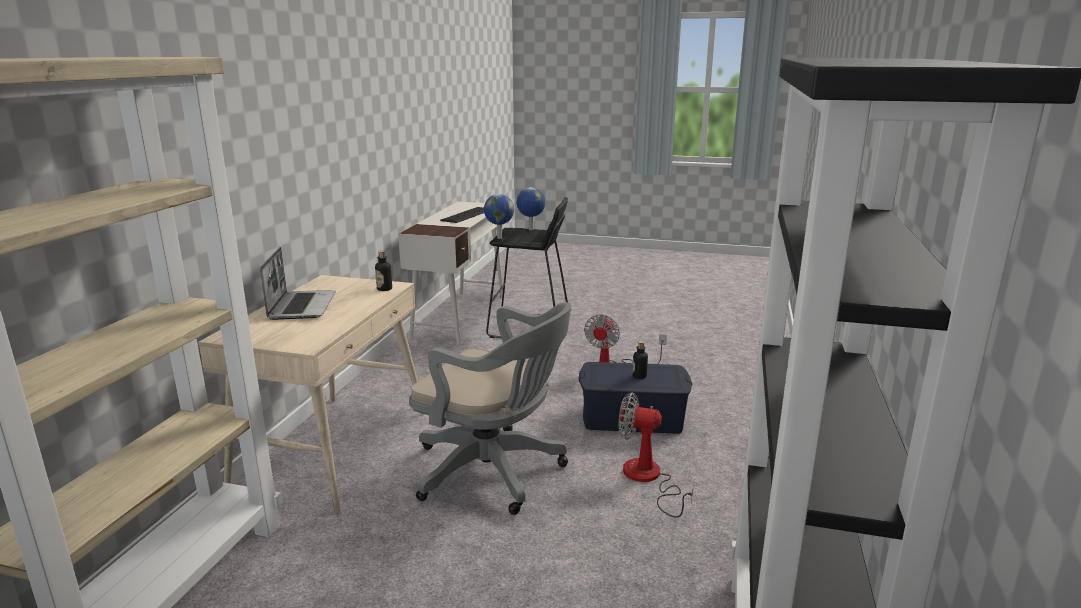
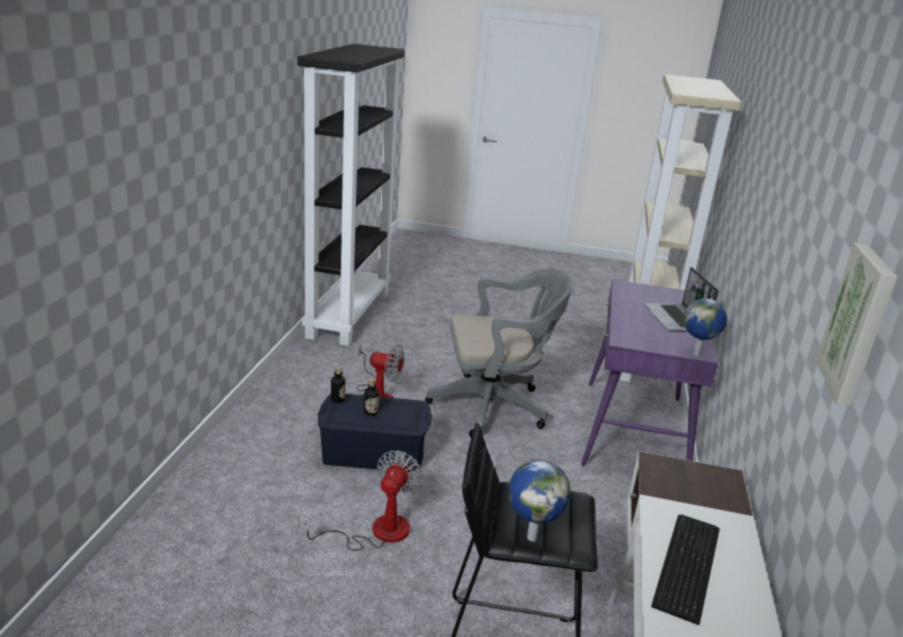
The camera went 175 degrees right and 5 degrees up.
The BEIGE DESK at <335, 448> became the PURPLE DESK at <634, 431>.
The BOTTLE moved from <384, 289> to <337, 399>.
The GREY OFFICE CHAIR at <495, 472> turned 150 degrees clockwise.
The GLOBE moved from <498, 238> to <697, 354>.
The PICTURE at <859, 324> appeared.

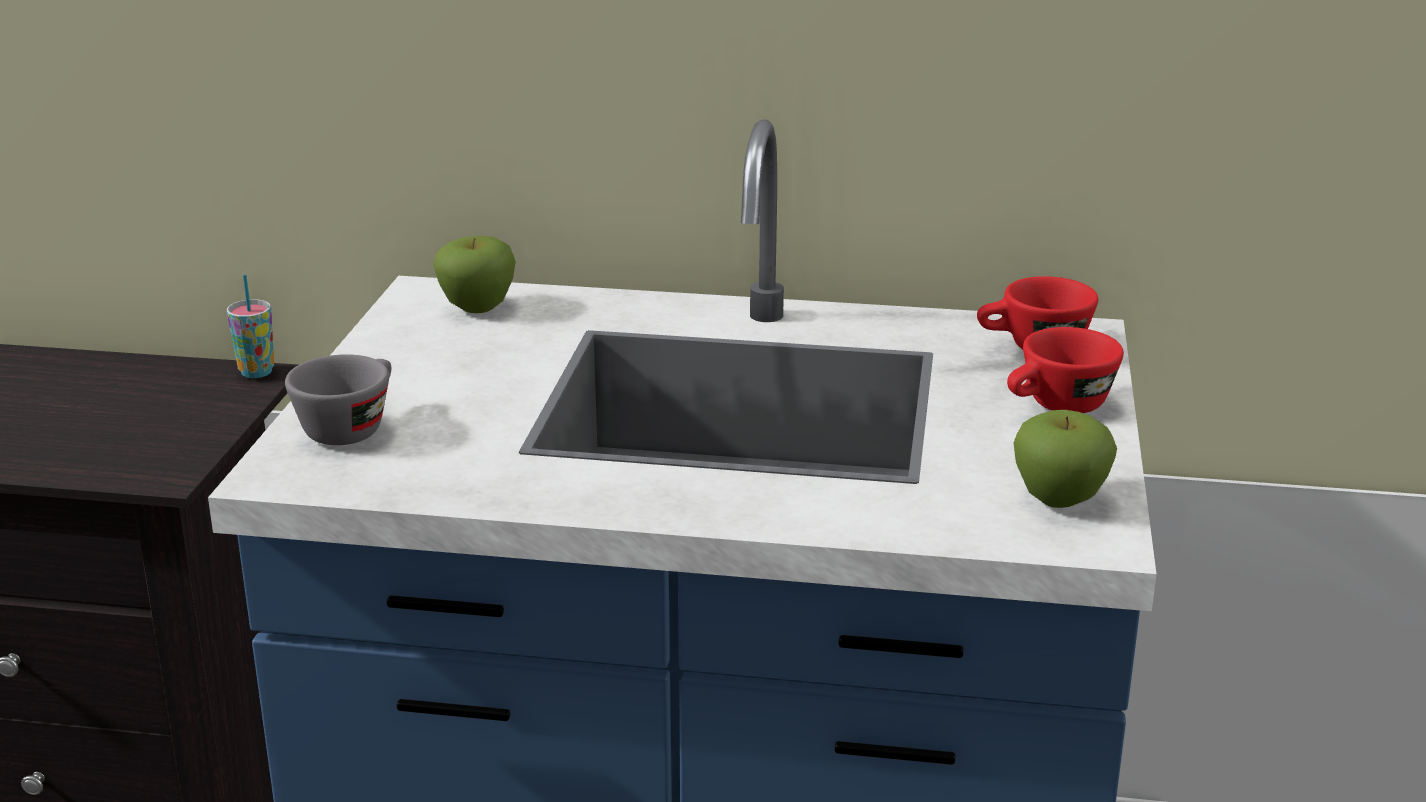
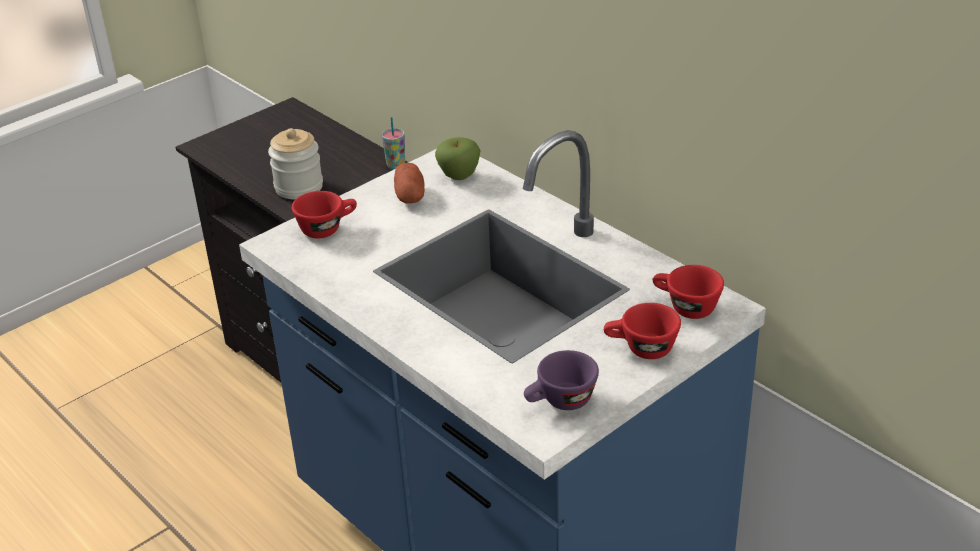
The camera went 40 degrees right and 10 degrees up.
The GREY CUP at <350, 427> became the RED CUP at <327, 228>.
The APPLE at <1060, 499> was replaced by the PURPLE CUP at <560, 402>.
The JAR at <299, 187> appeared.
The POTATO at <410, 195> appeared.

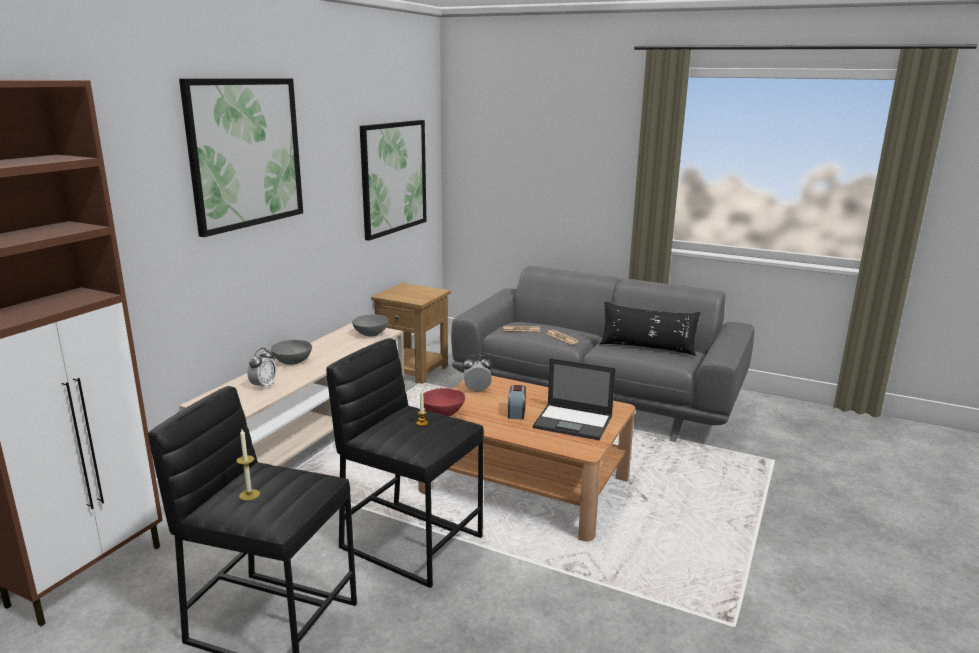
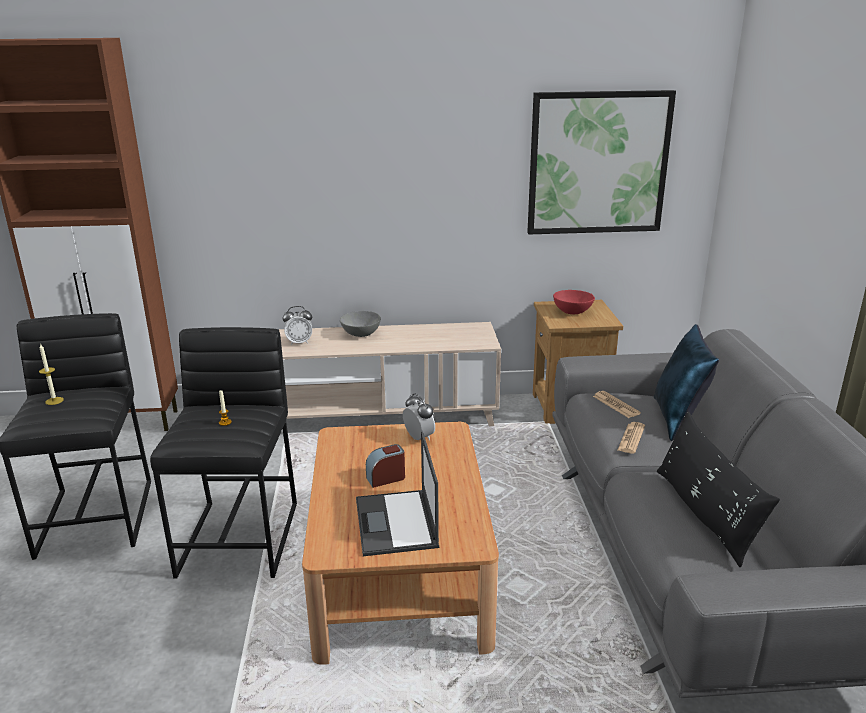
The camera went 60 degrees right and 5 degrees up.
The PICTURE at <245, 153> disappeared.
The GREY BOWL at <370, 334> disappeared.
The RED BOWL moved from <443, 413> to <572, 311>.
The BLUE PILLOW at <678, 419> appeared.

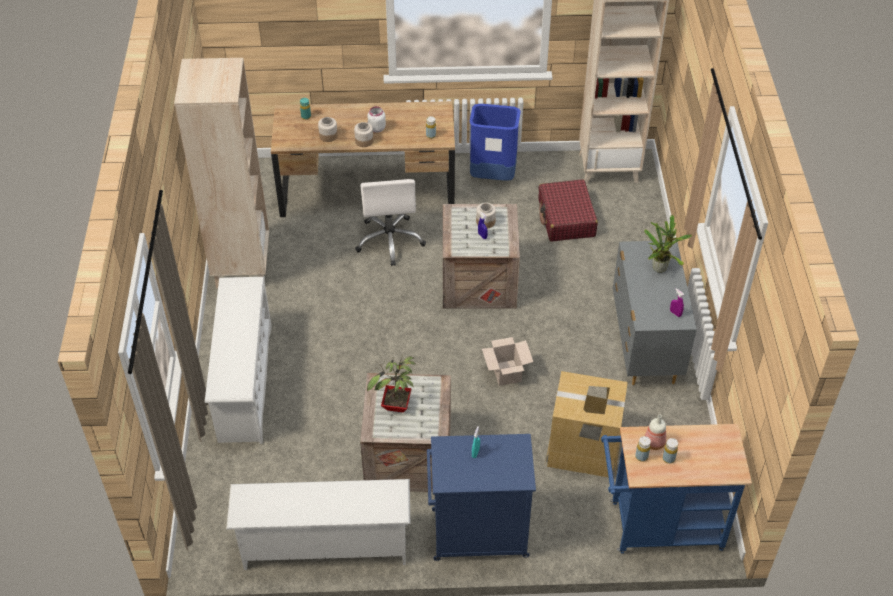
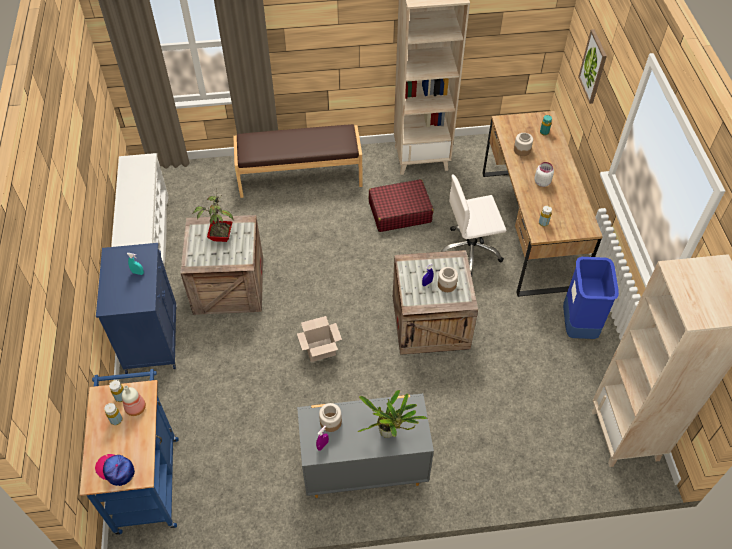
The camera went 85 degrees right and 5 degrees up.
The WHITE SHOE RACK at <244, 382> was replaced by the BROWN BENCH at <300, 176>.
The JAR moved from <364, 141> to <330, 422>.
The RED SUITCASE moved from <566, 218> to <399, 212>.
The CARDBOARD BOX at <583, 448> disappeared.
The CAP at <116, 470> appeared.
The PICTURE at <593, 66> appeared.

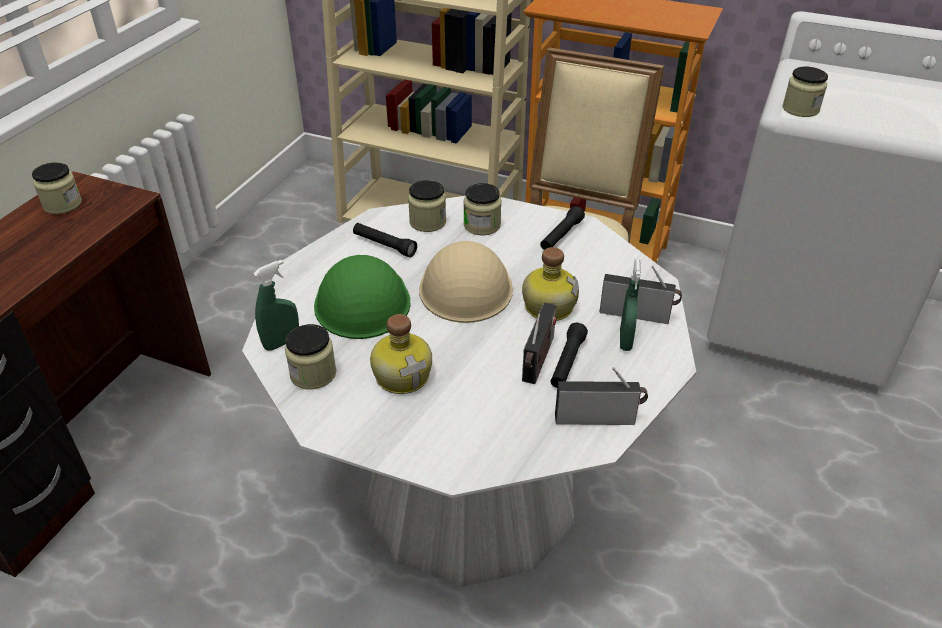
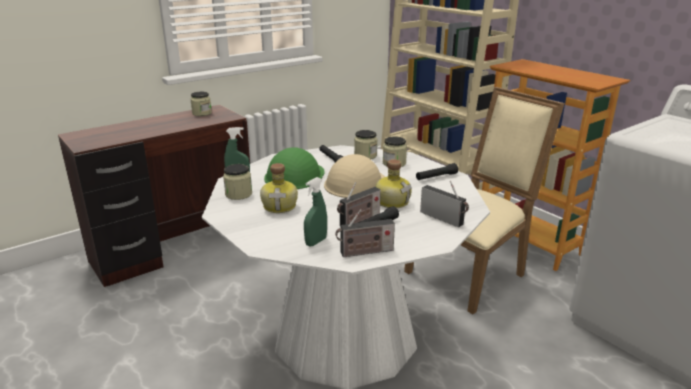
The camera went 30 degrees right and 15 degrees down.
The RADIO at <598, 418> turned 135 degrees clockwise.
The GREEN SPRAY BOTTLE moved from <625, 340> to <316, 242>.
The JAR at <800, 109> disappeared.

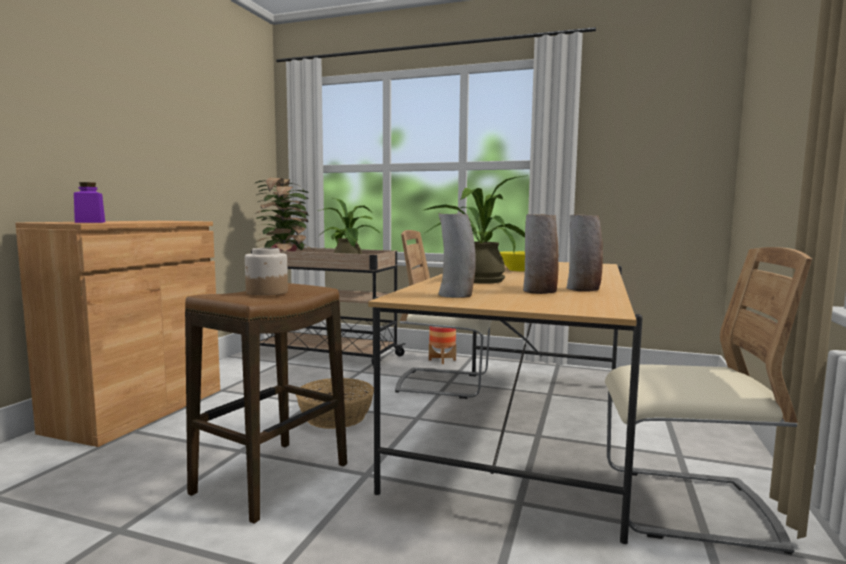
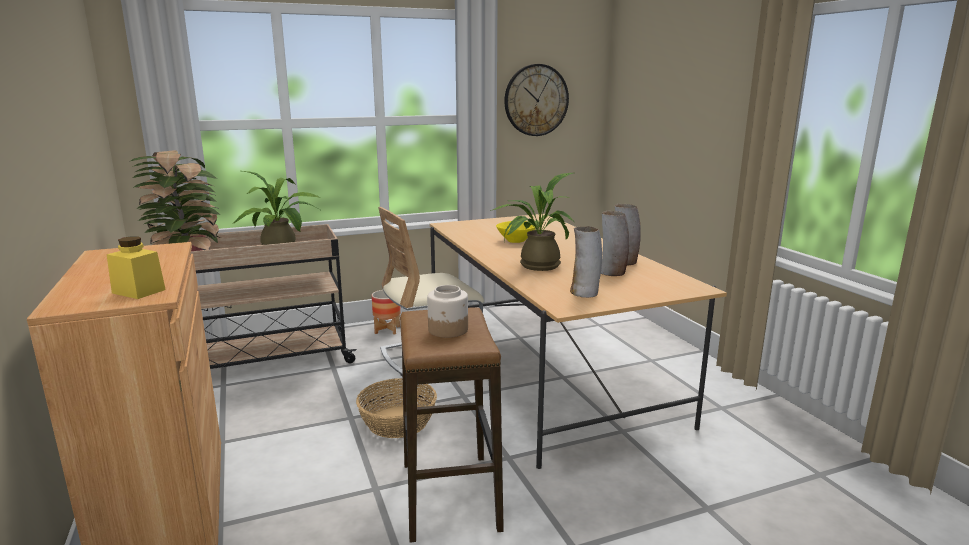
The camera went 40 degrees left and 10 degrees up.
The PURPLE JAR at <90, 222> became the YELLOW JAR at <138, 291>.
The BEIGE CHAIR at <686, 507> disappeared.
The WALL CLOCK at <536, 100> appeared.

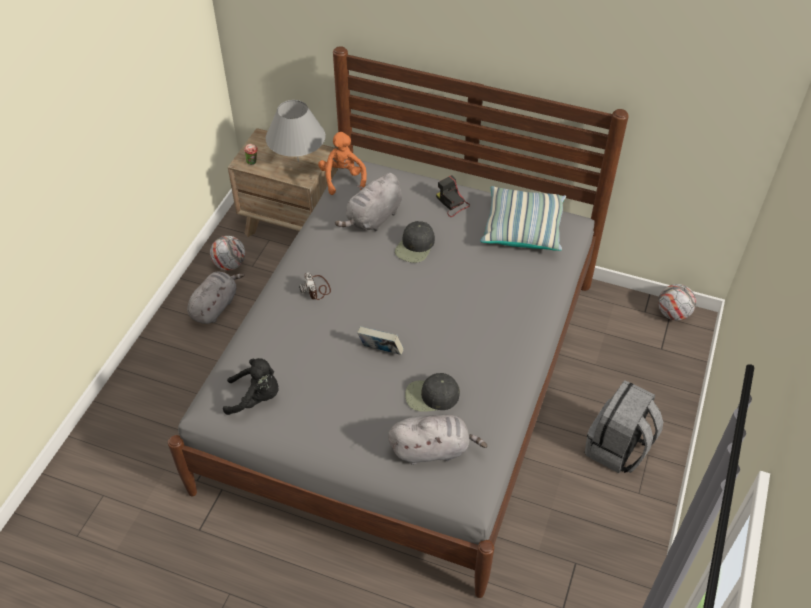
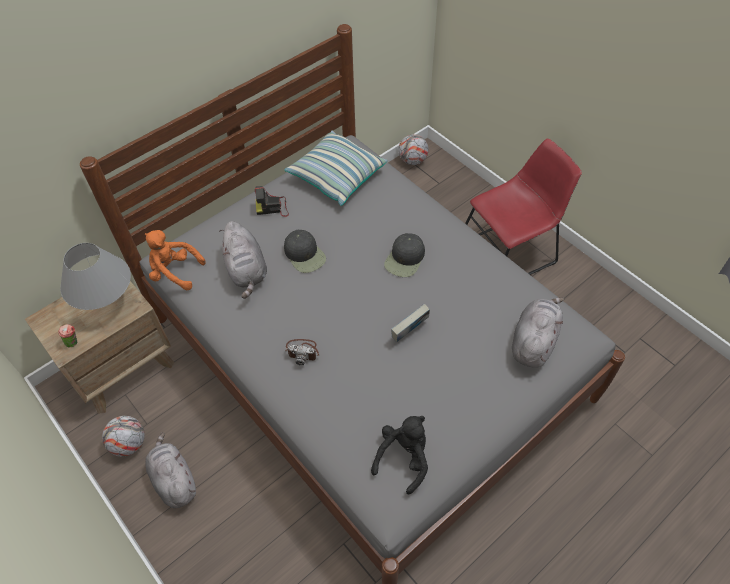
The camera went 60 degrees left and 5 degrees up.
The BLACK CAP moved from <431, 396> to <405, 259>.
The GREY BACKPACK at <618, 448> was replaced by the RED CHAIR at <509, 252>.

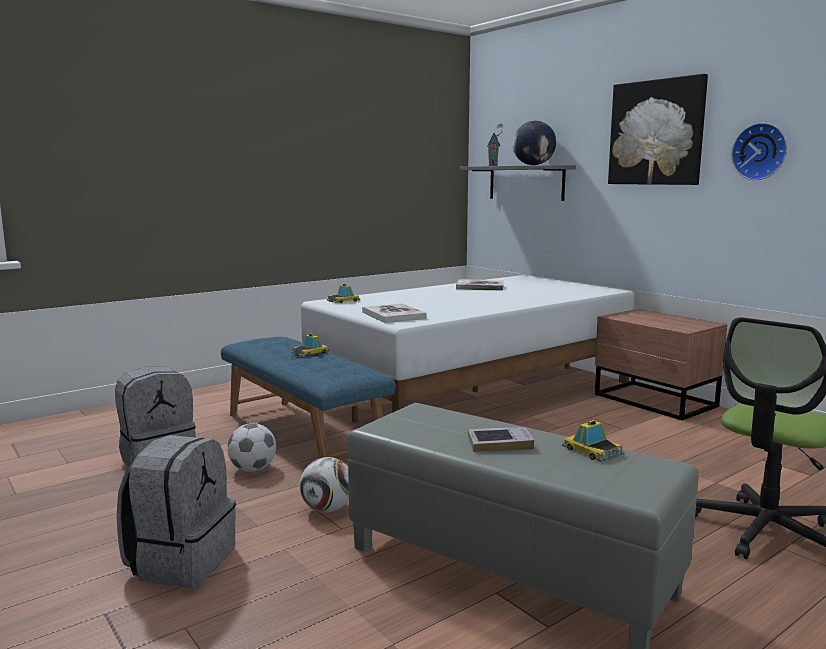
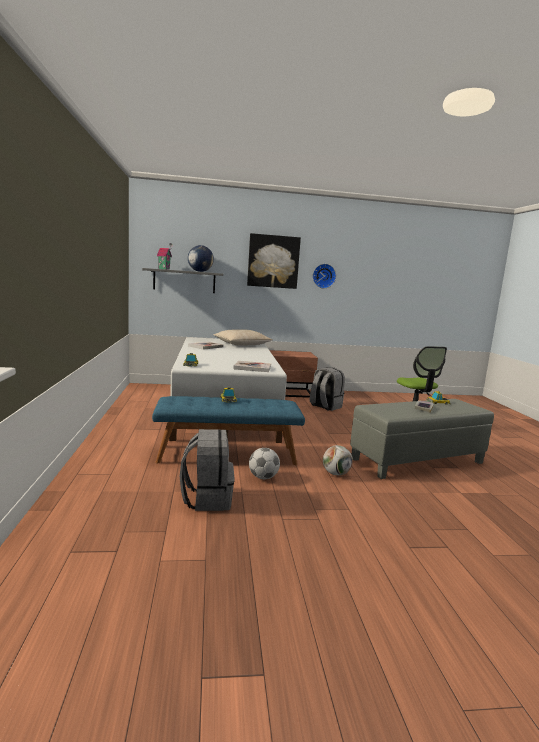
The camera went 60 degrees left and 0 degrees up.
The GREY BACKPACK moved from <181, 561> to <325, 406>.
The BEIGE PILLOW at <242, 344> appeared.

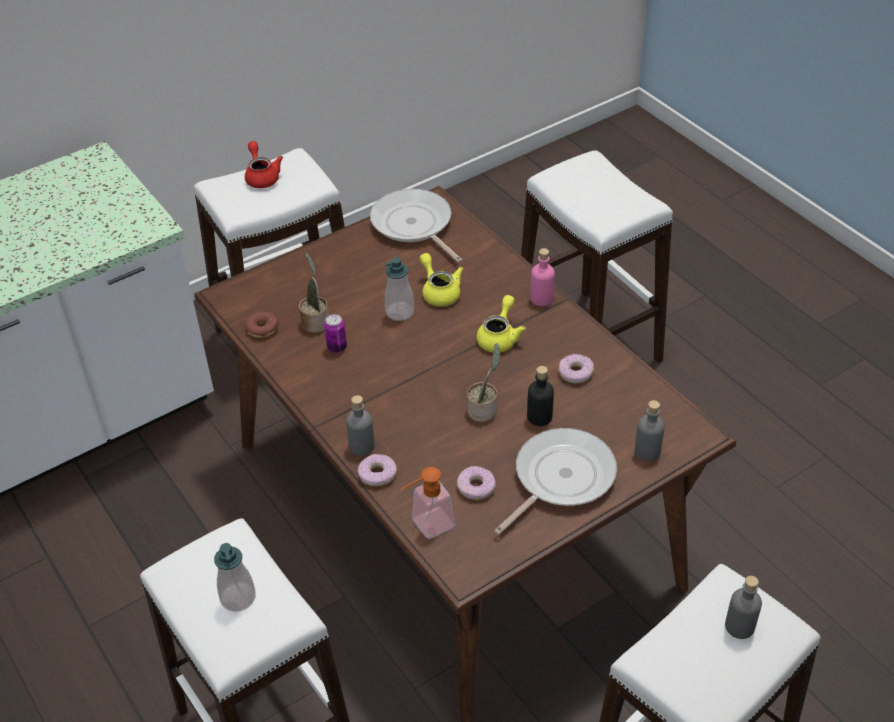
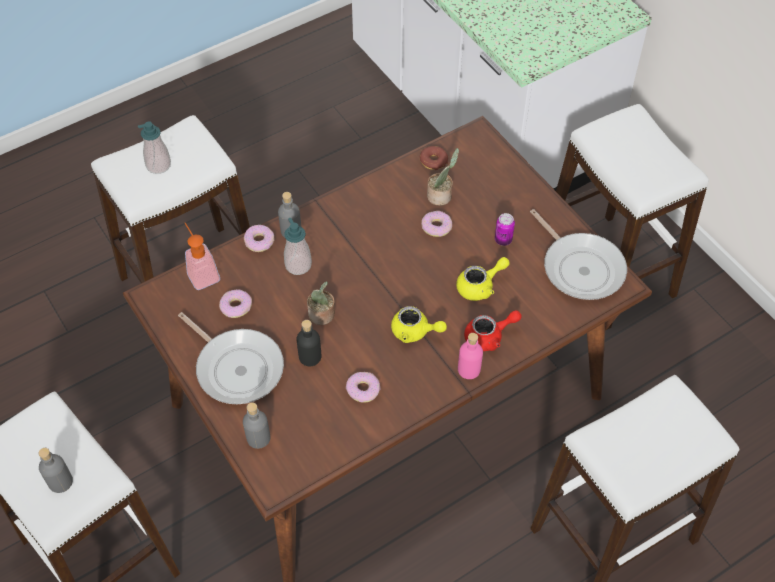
The camera went 90 degrees right and 10 degrees up.
The RED TEAPOT moved from <262, 176> to <489, 337>.
The CAN moved from <337, 347> to <503, 240>.
The FRYING PAN at <414, 225> turned 90 degrees clockwise.
The SOAP DISPENSER moved from <400, 312> to <298, 265>.
The DONUT at <436, 227> appeared.

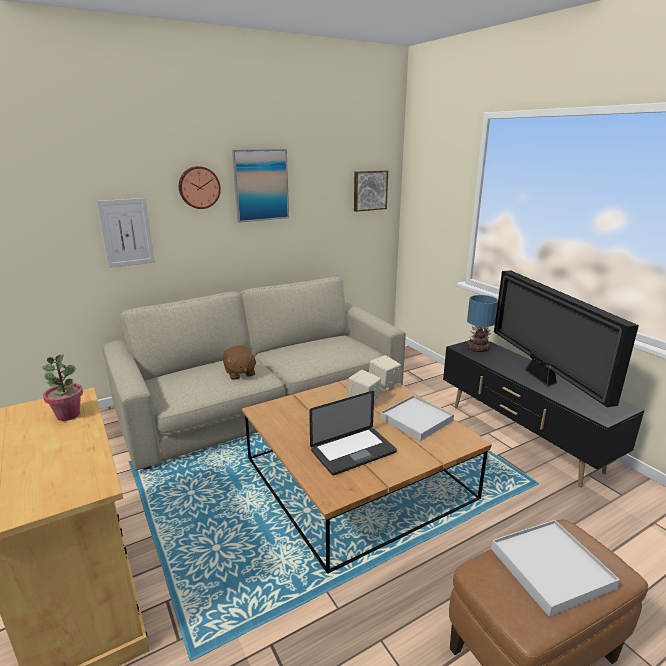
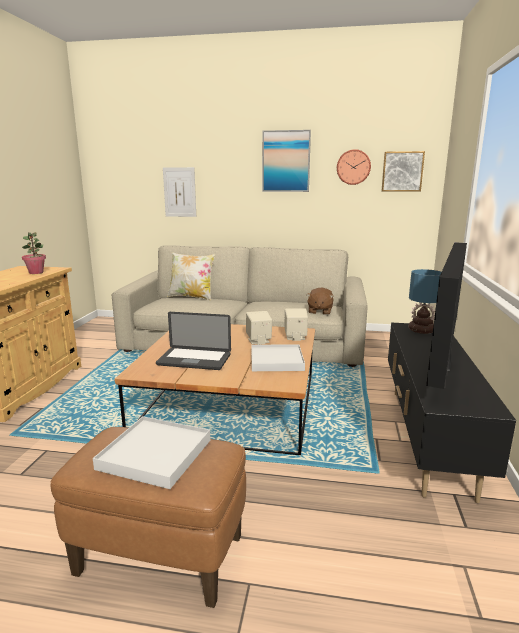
The camera went 40 degrees right and 5 degrees down.
The WALL CLOCK moved from <199, 187> to <353, 167>.
The BROWN PLUSH TOY moved from <239, 373> to <319, 311>.
The PILLOW at <191, 297> appeared.

